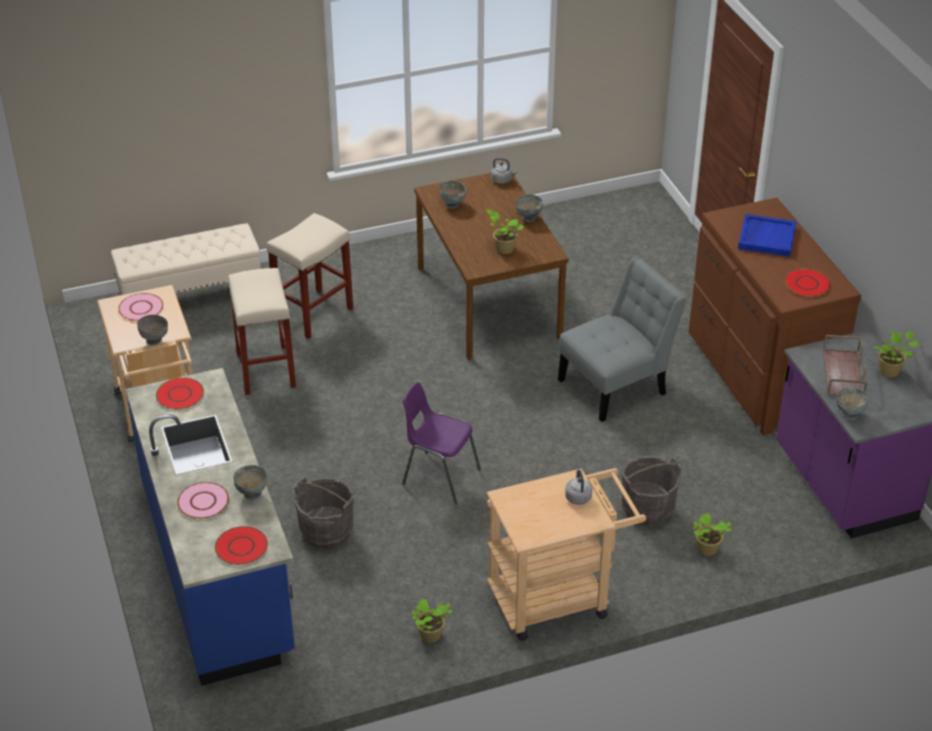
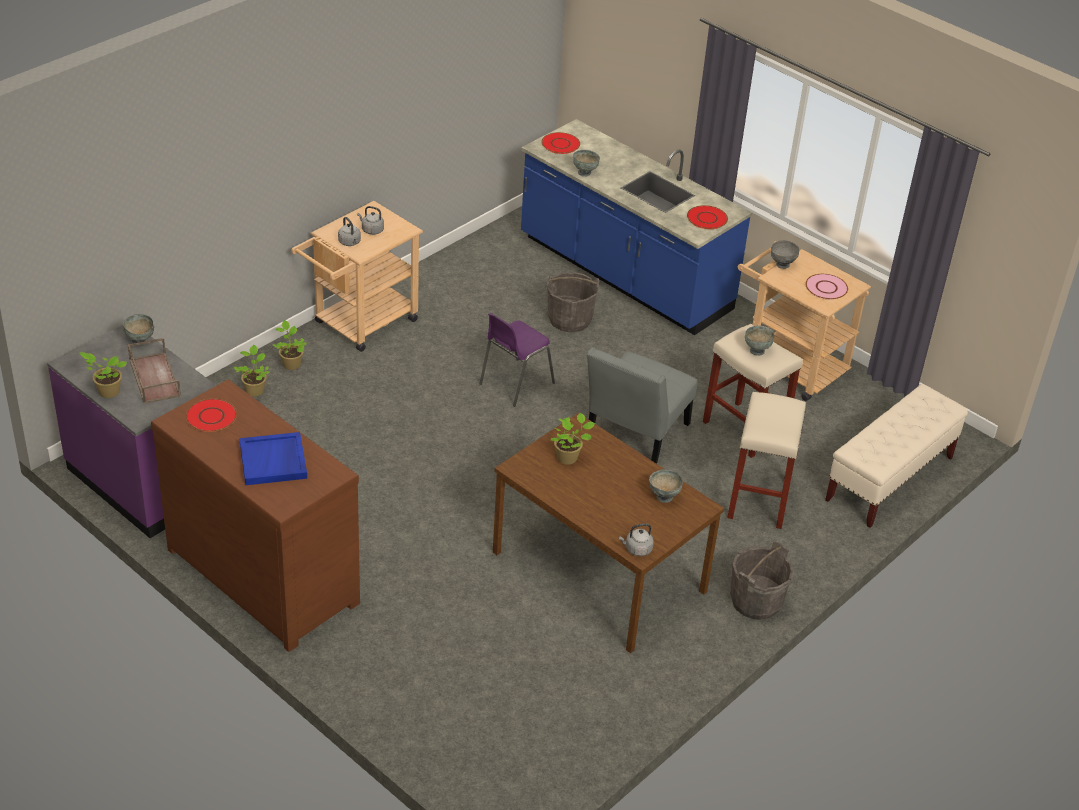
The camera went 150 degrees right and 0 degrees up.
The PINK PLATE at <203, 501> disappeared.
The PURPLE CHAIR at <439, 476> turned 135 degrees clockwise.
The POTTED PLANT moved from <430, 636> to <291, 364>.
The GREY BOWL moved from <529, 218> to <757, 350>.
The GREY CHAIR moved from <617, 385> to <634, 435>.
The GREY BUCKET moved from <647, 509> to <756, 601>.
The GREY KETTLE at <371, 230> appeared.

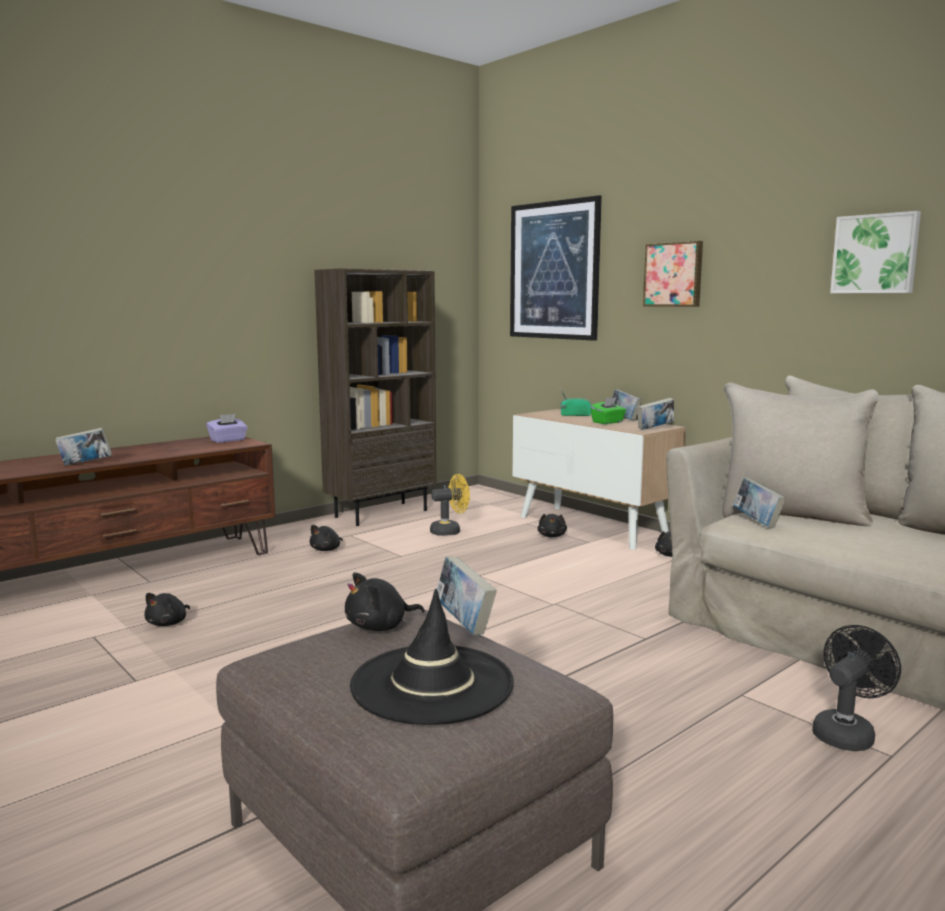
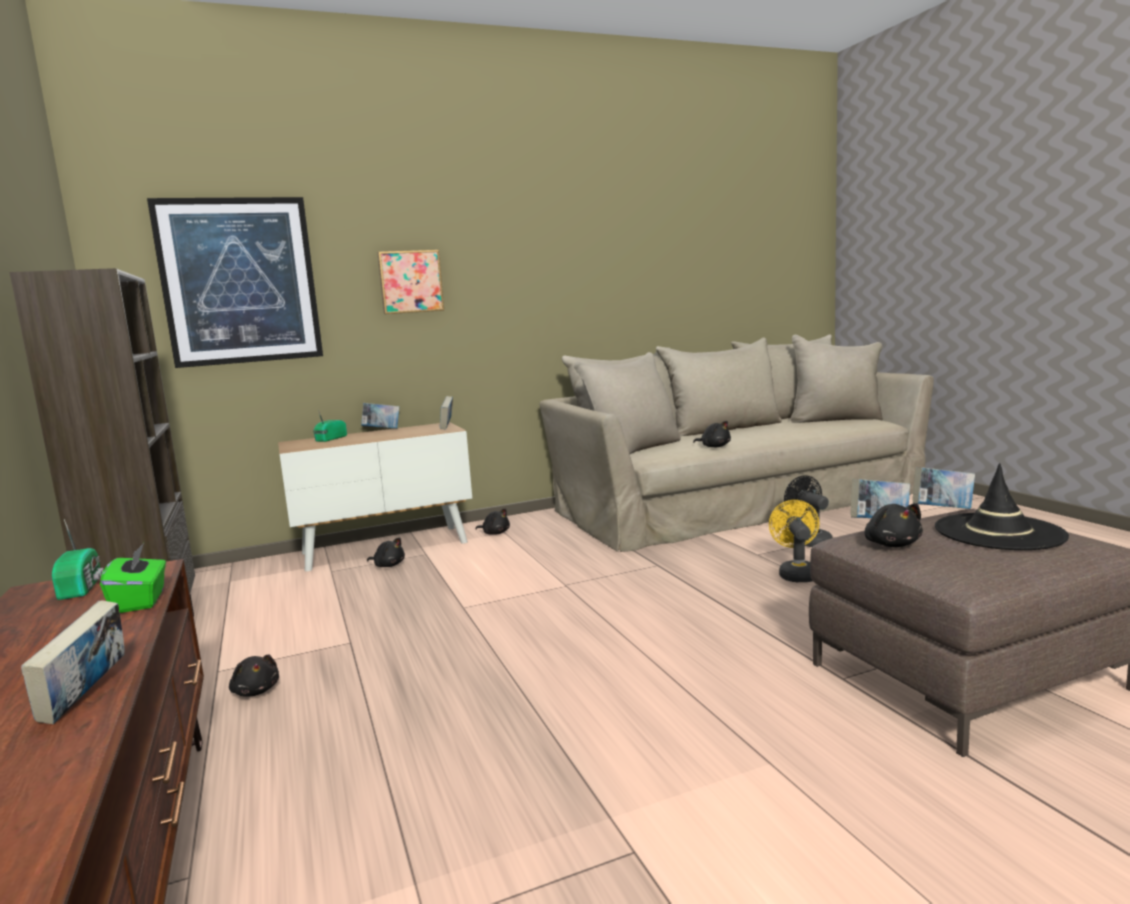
The camera went 70 degrees left and 0 degrees up.
The BLACK PLUSH TOY moved from <168, 623> to <714, 446>.
The PURPLE TISSUE BOX at <228, 440> was replaced by the RADIO at <83, 587>.
The YELLOW FAN moved from <450, 531> to <796, 573>.
The GREEN TISSUE BOX moved from <608, 422> to <140, 601>.
The BOOK moved from <757, 522> to <942, 510>.
The PICTURE at <875, 254> disappeared.

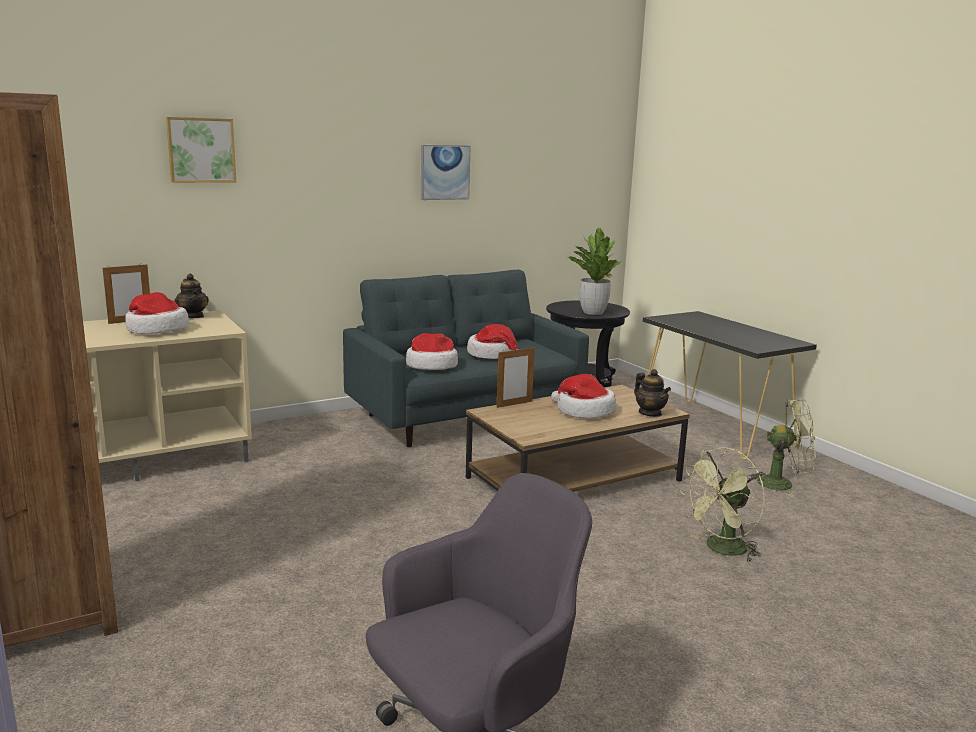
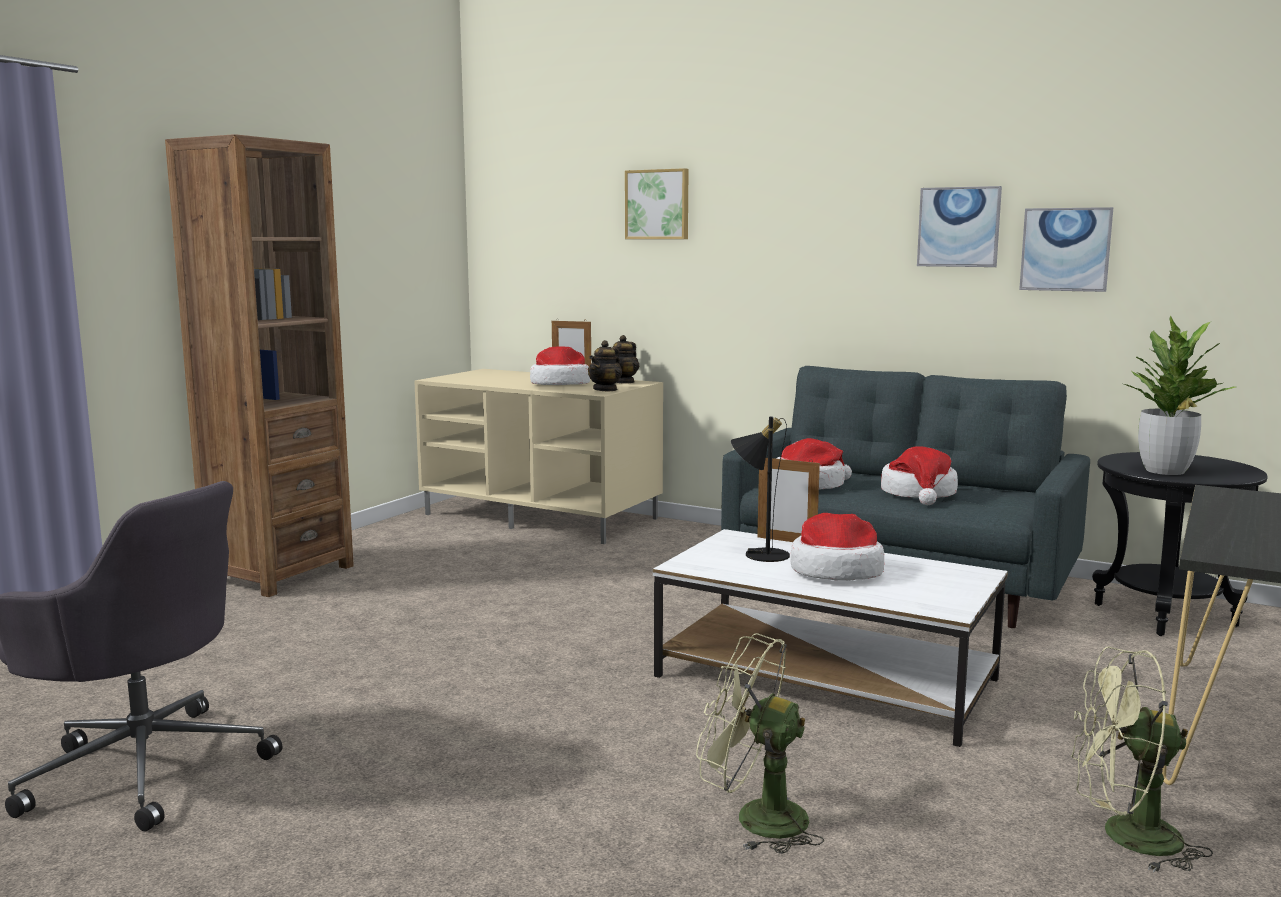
The camera went 60 degrees right and 5 degrees down.
The BROWN COFFEE TABLE at <575, 478> became the WHITE COFFEE TABLE at <828, 678>.
The TEAPOT moved from <650, 413> to <605, 389>.
The GREEN FAN at <782, 484> turned 120 degrees clockwise.
The BLACK TABLE LAMP at <759, 553> appeared.
The PICTURE at <1065, 249> appeared.

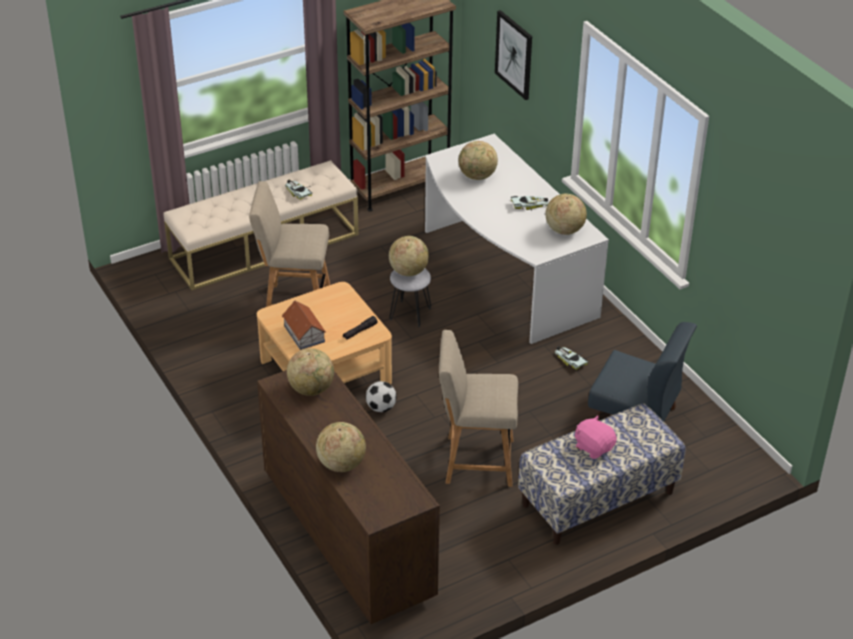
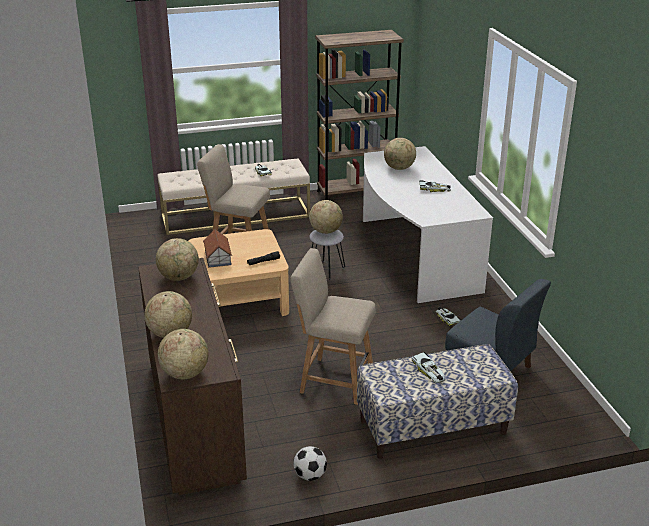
The camera went 15 degrees right and 10 degrees down.
The FOOTBALL moved from <381, 408> to <310, 475>.
The PICTURE at <514, 54> disappeared.
The GLOBE moved from <564, 230> to <185, 373>.
The PINK PLUSH TOY at <594, 447> was replaced by the TOY CAR at <428, 371>.

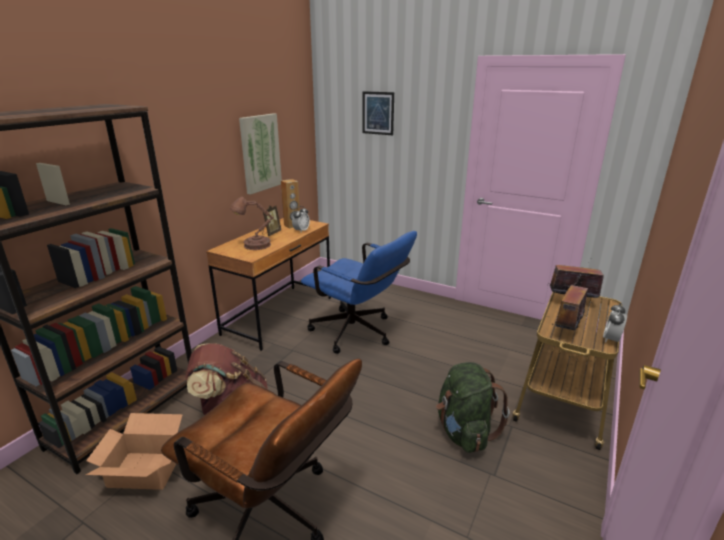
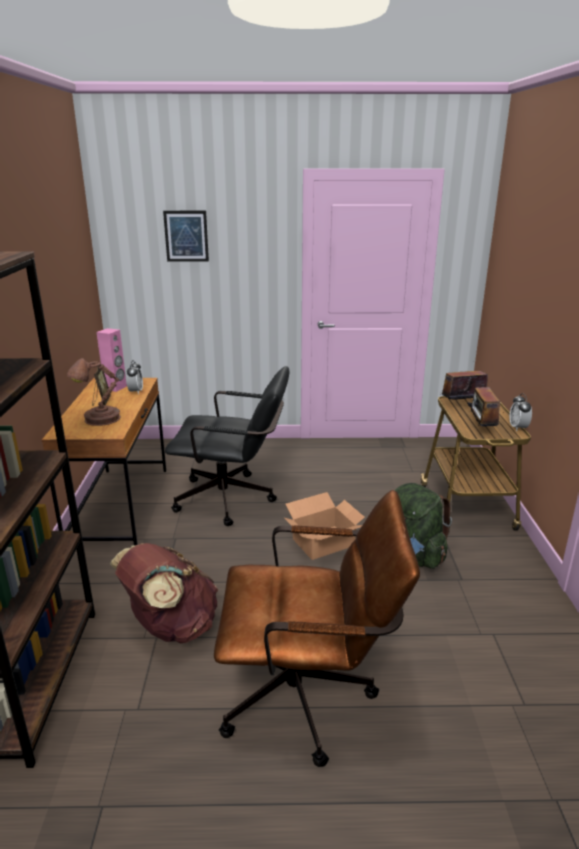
The camera went 30 degrees left and 0 degrees up.
The CARDBOARD BOX moved from <145, 471> to <324, 542>.
The PICTURE at <260, 153> disappeared.
The BROWN SPEAKER at <292, 225> became the PINK SPEAKER at <115, 388>.
The BLUE OFFICE CHAIR at <358, 334> became the BLACK OFFICE CHAIR at <233, 499>.

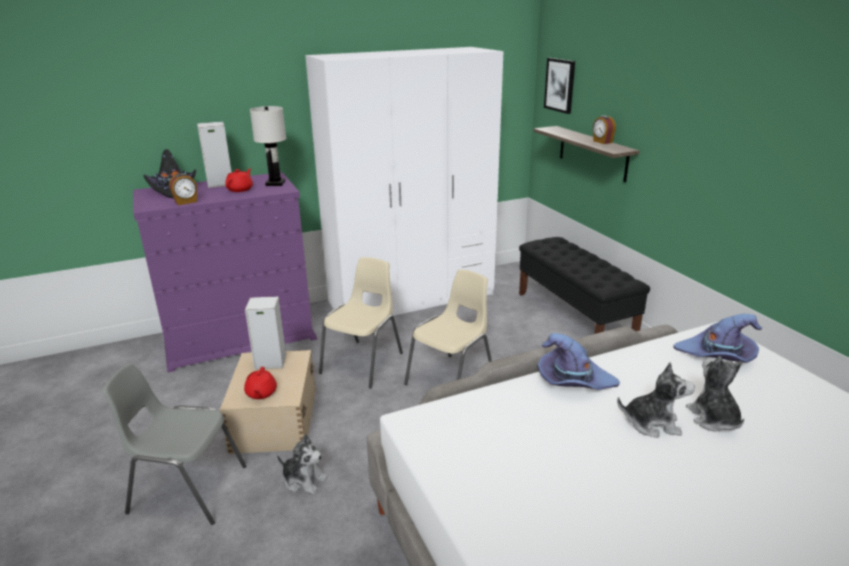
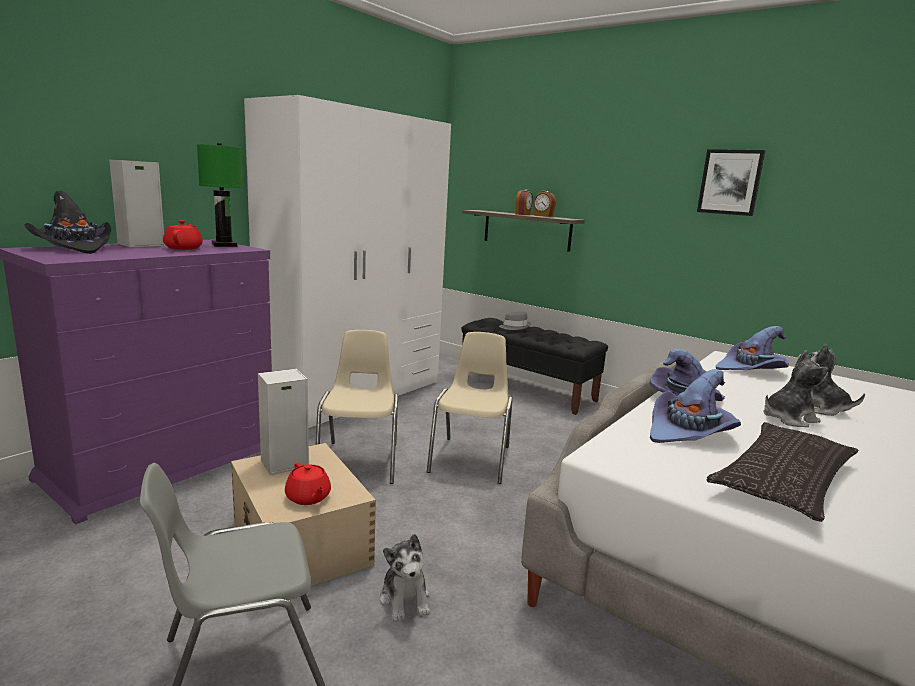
The camera went 30 degrees left and 10 degrees down.
The ALARM CLOCK moved from <186, 202> to <523, 214>.
The WHITE TABLE LAMP at <275, 183> became the GREEN TABLE LAMP at <224, 245>.
The PLUSH TOY at <304, 480> turned 75 degrees clockwise.
The PICTURE moved from <560, 85> to <730, 182>.
The GREY HAT at <515, 327> appeared.
The PURPLE HAT at <689, 432> appeared.
The PILLOW at <784, 479> appeared.

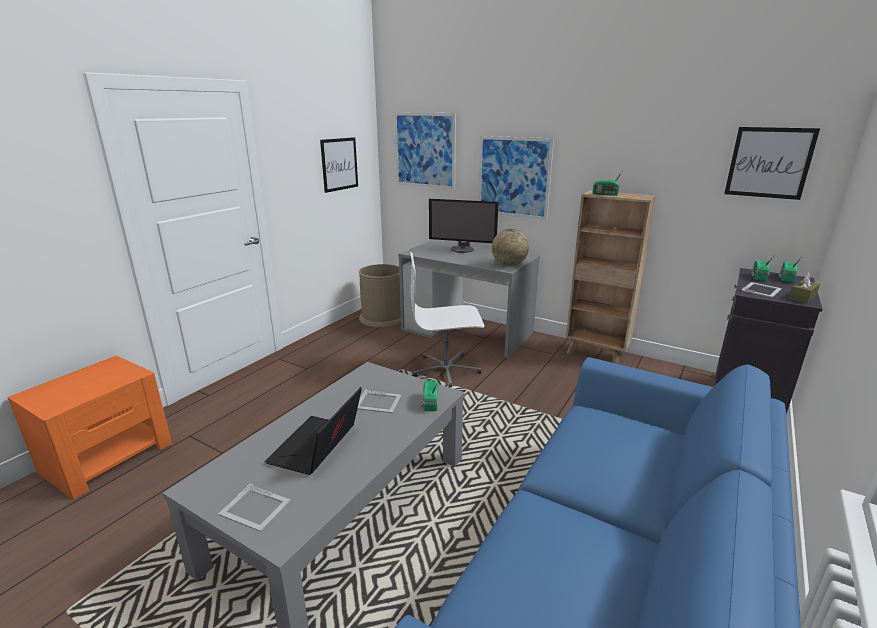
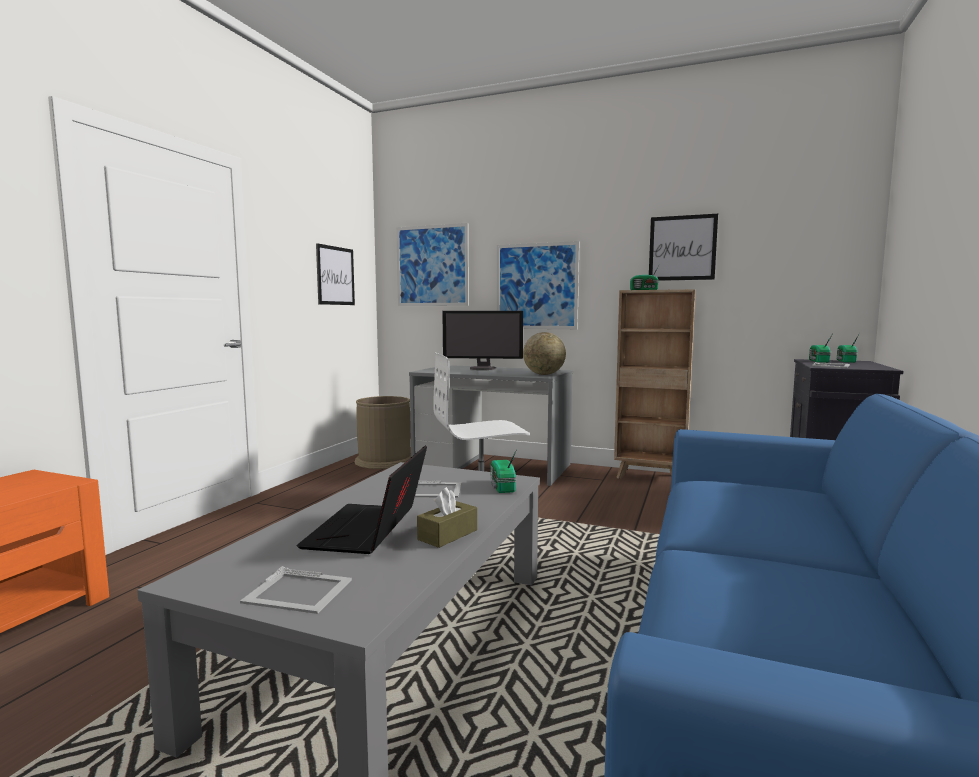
The camera went 10 degrees left and 15 degrees down.
The PICTURE moved from <769, 163> to <682, 248>.
The BROWN TISSUE BOX moved from <802, 297> to <447, 535>.

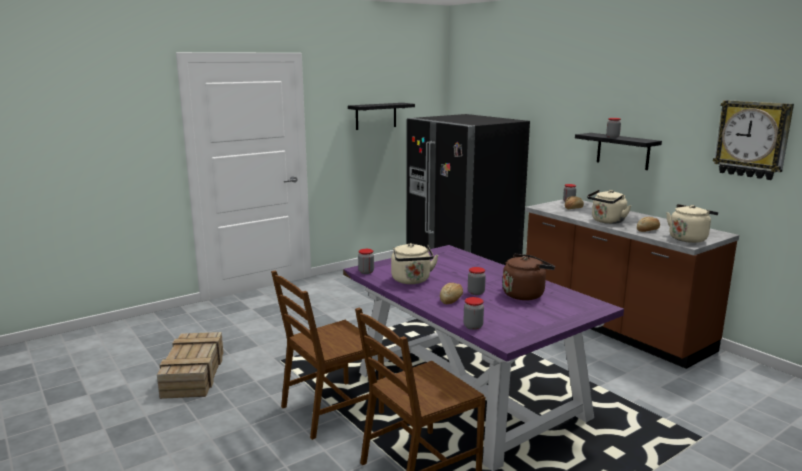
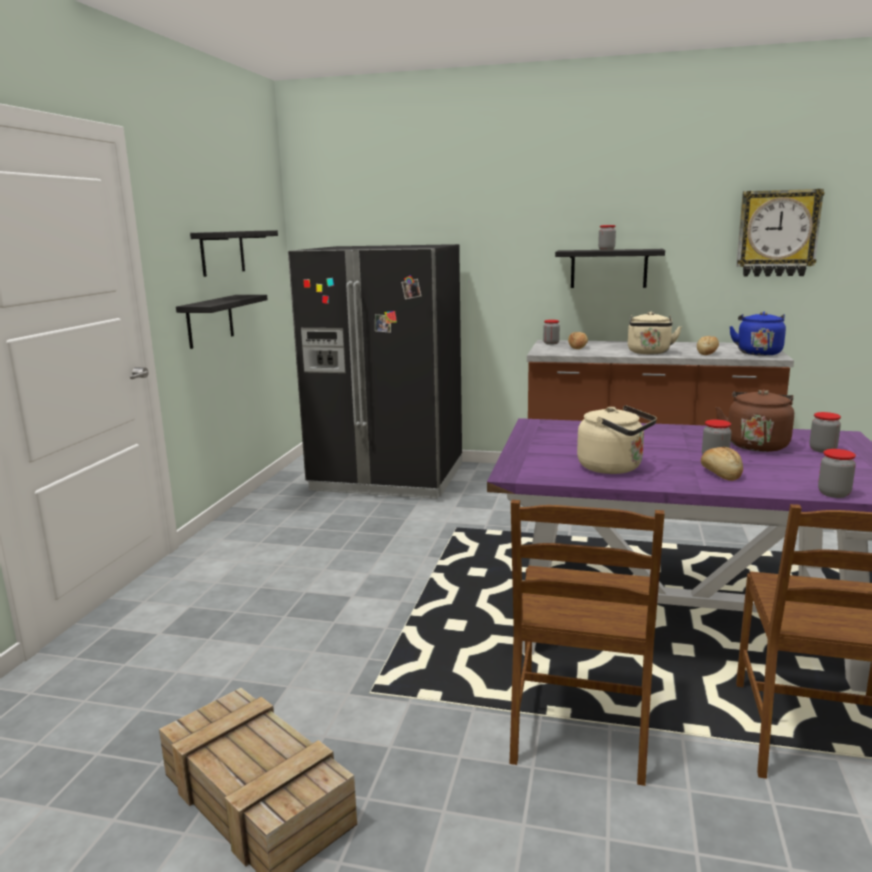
The camera went 40 degrees left and 0 degrees up.
The JAR moved from <366, 272> to <822, 450>.
The BEIGE KETTLE at <688, 238> became the BLUE KETTLE at <758, 353>.
The BLACK SHELF at <210, 321> appeared.

